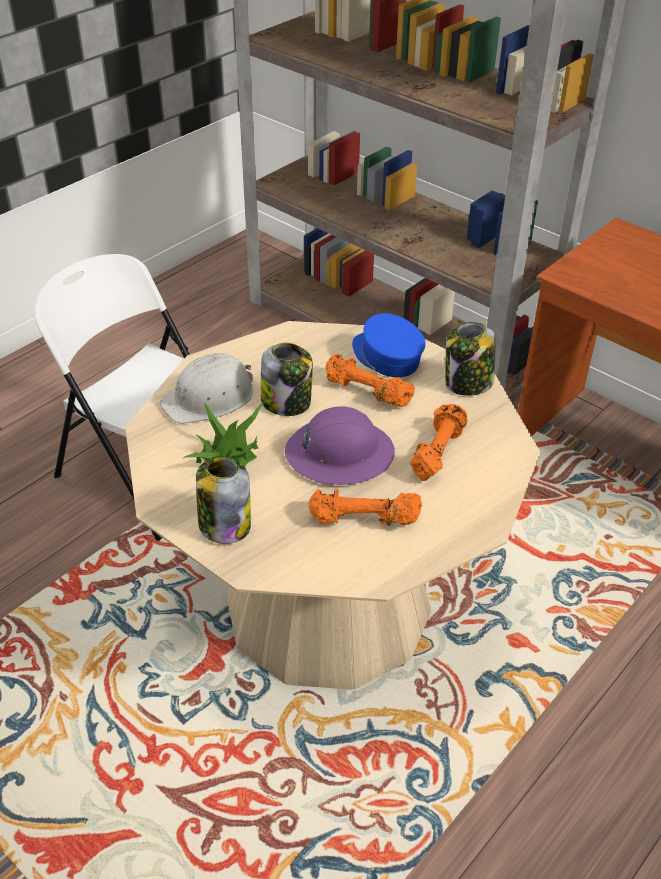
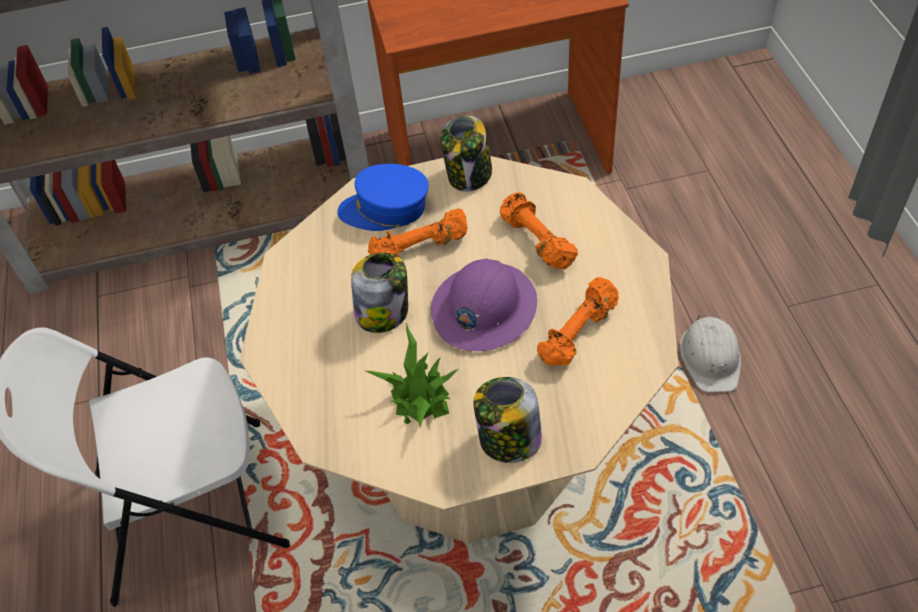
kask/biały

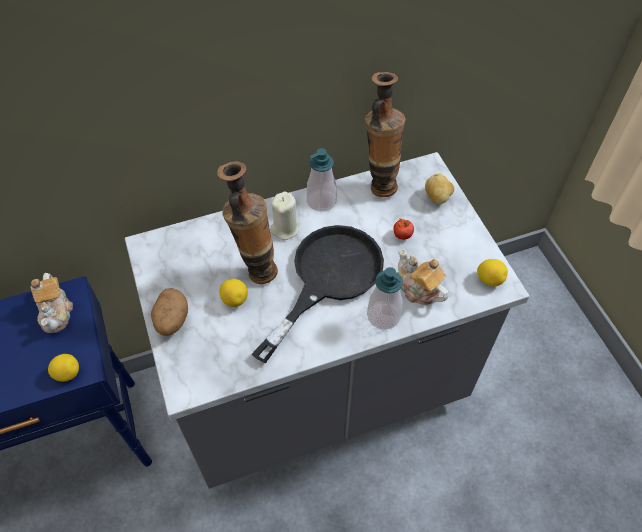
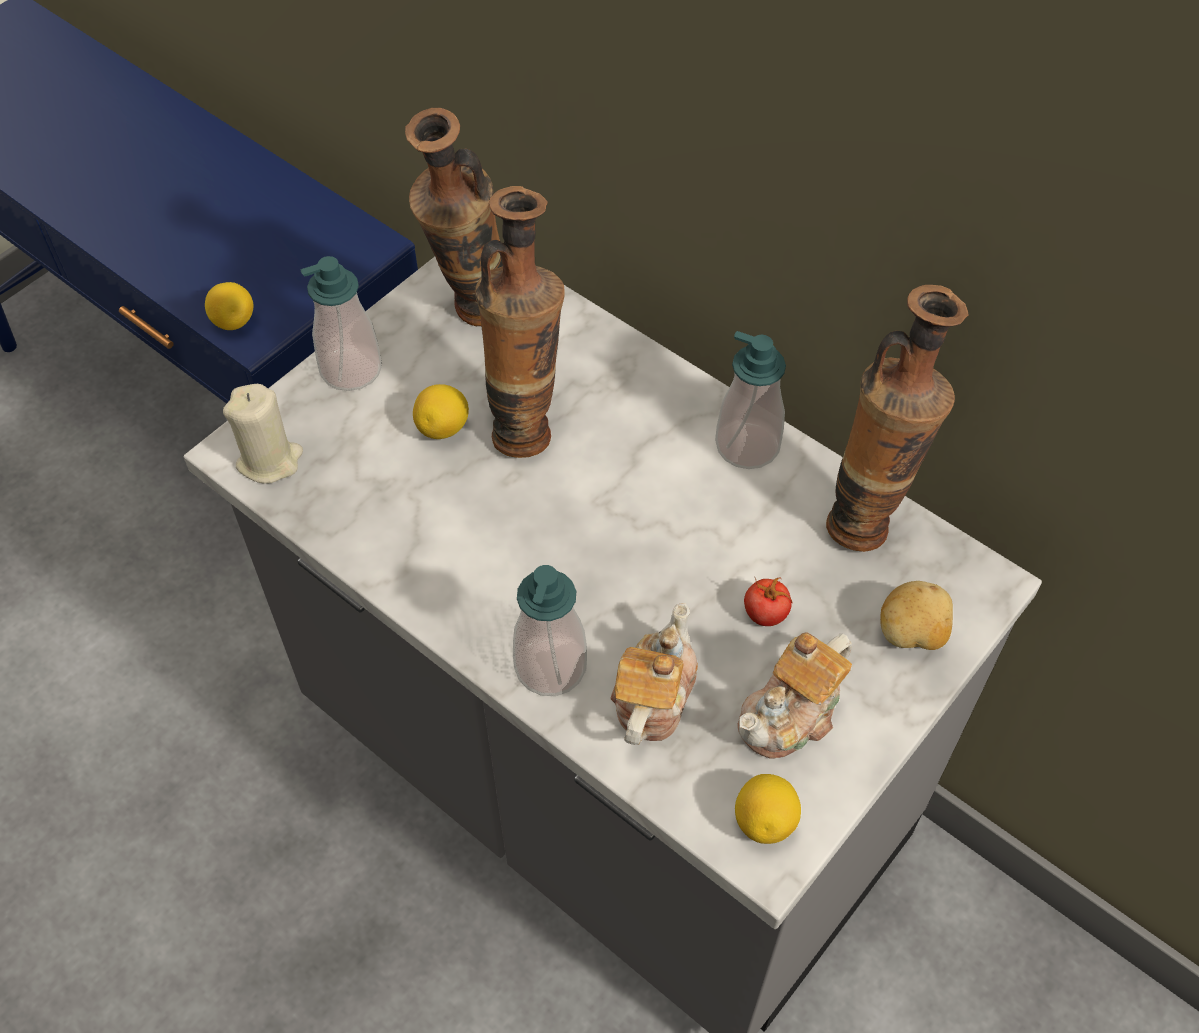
świeca/beżowy; patelnia/czarny; imbryk (2nd from left); dozownik mydła (1st from left); wazon (1st from left)

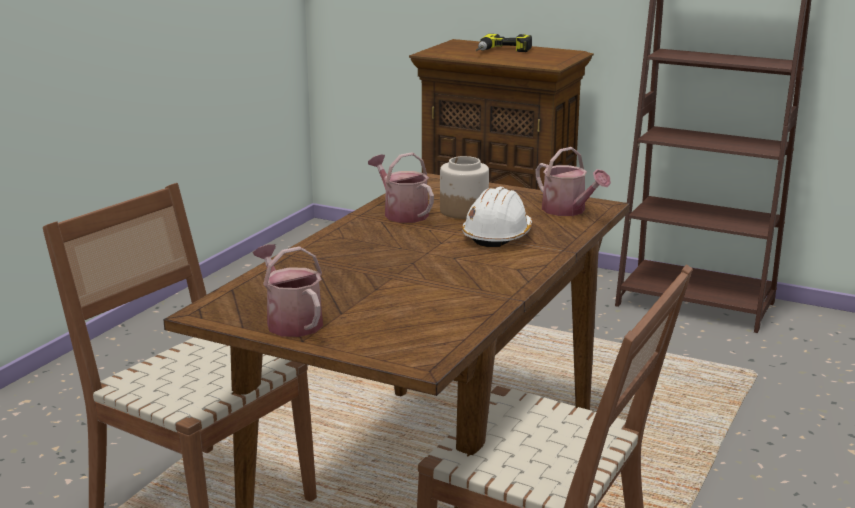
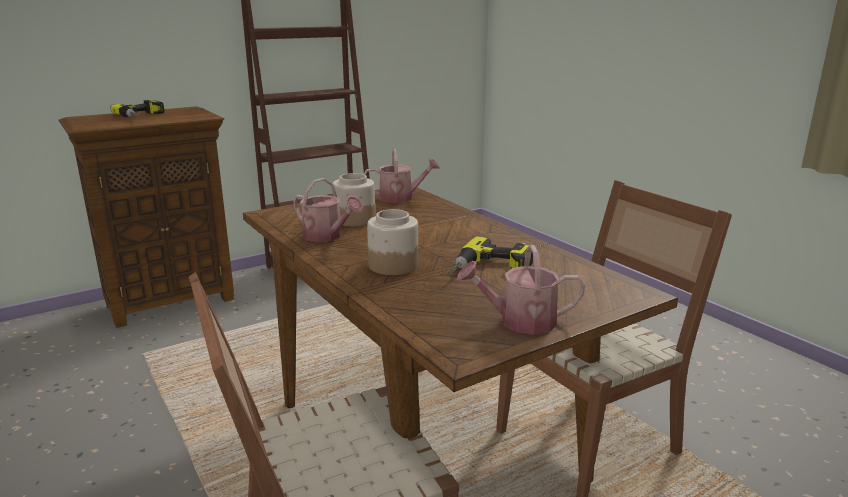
konewka (1st from left); kask/biały; słoik (2nd from left); wiertarka (2nd from left)

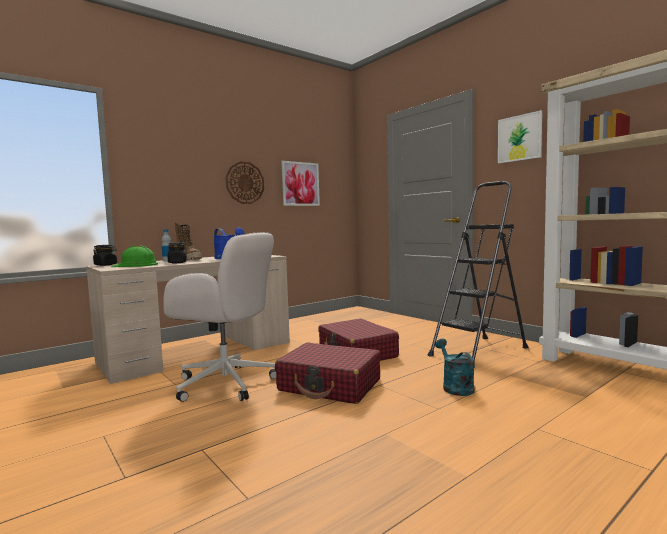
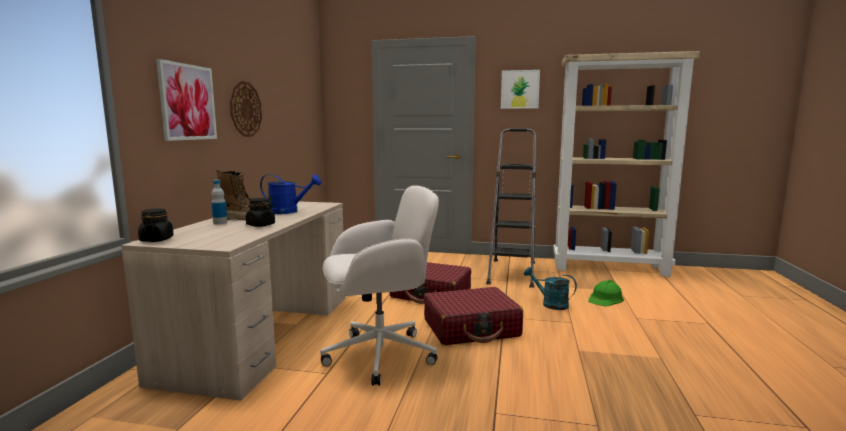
obraz (1st from left); kask/zielony

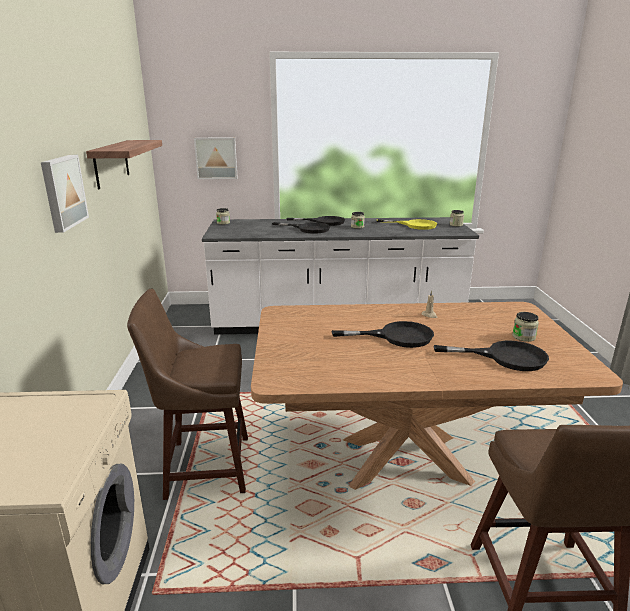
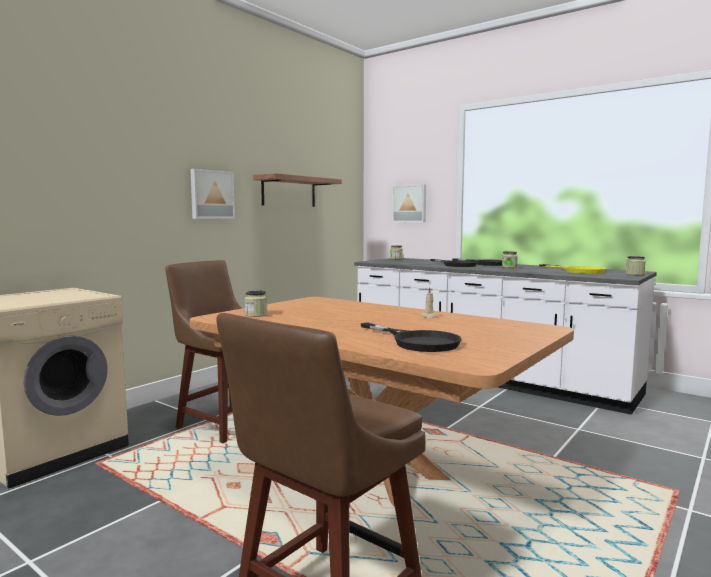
słoik (1st from left); patelnia/czarny (3rd from left in the first image)

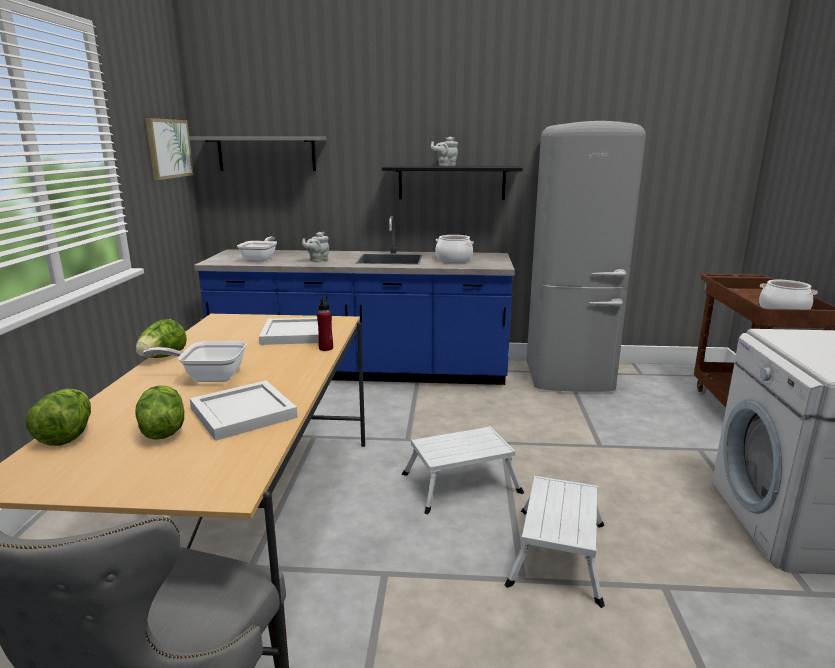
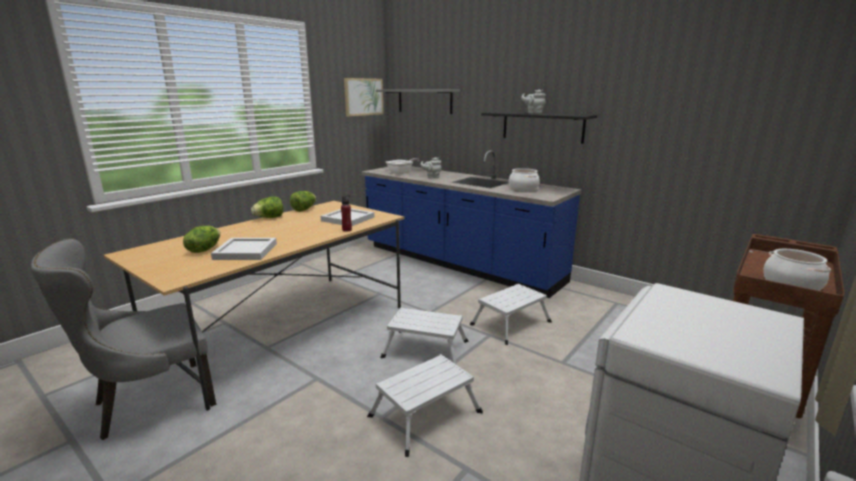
lodówka/szary; patelnia (1st from left in the first image); sałata (3rd from left); drabinka/biały (3rd from left)

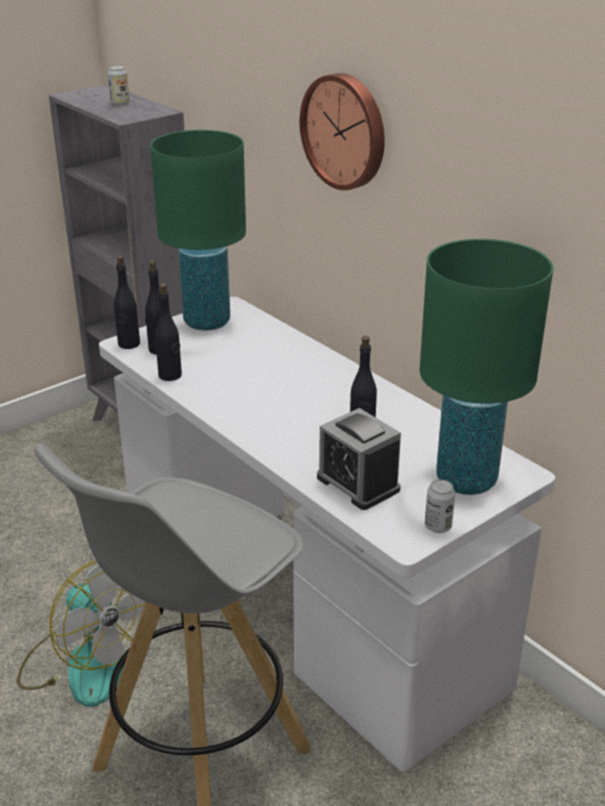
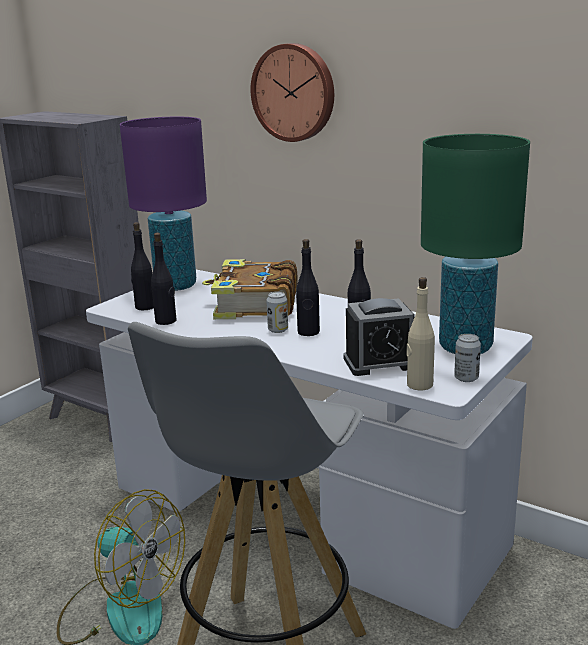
puszka (1st from left); lampa stołowa/fioletowy; butelka/czarny (3rd from left); budzik; książka; butelka/beżowy

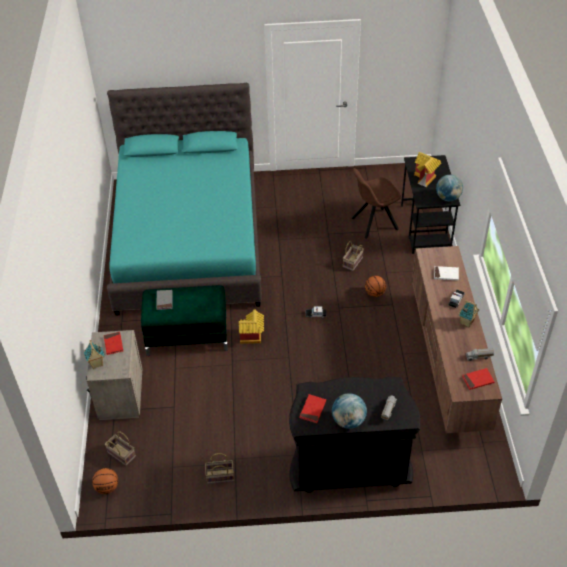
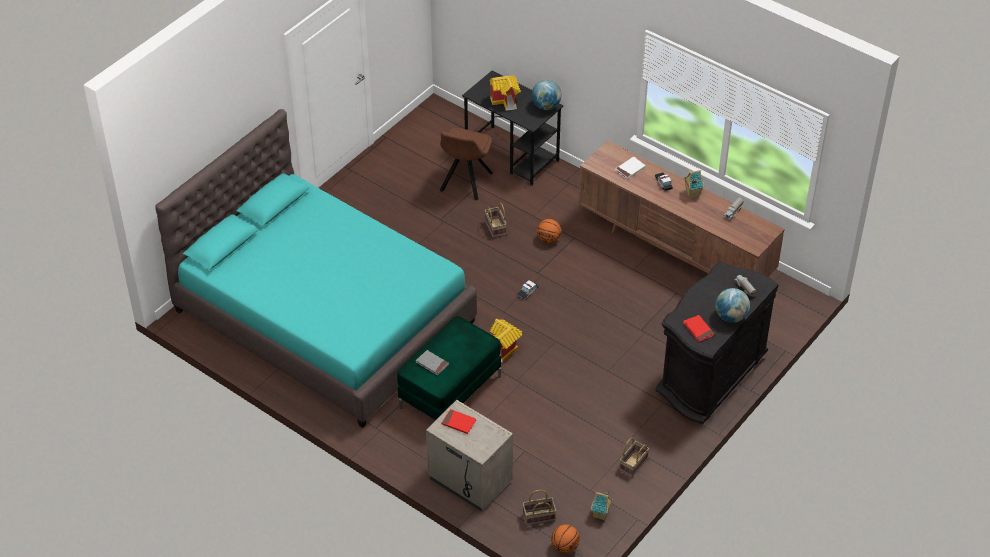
domek (3rd from left); książka/czerwony (3rd from left in the first image)

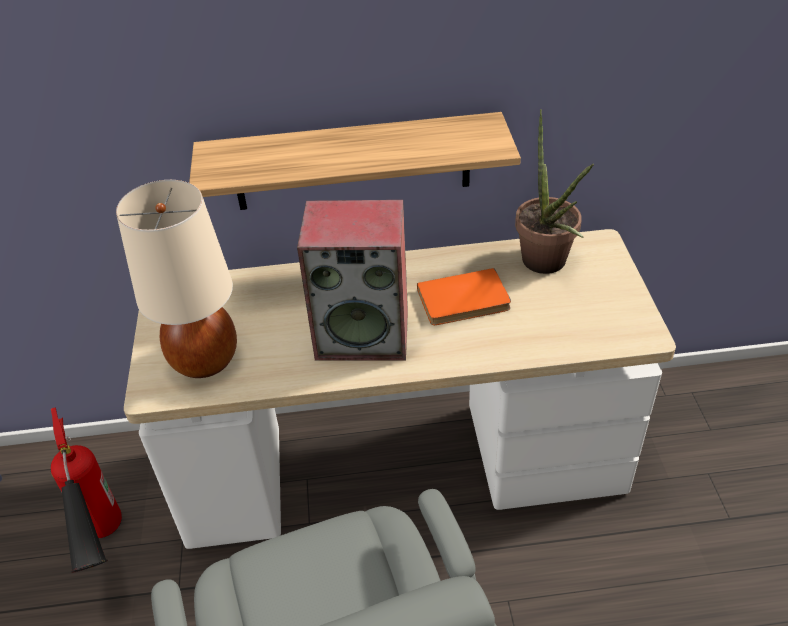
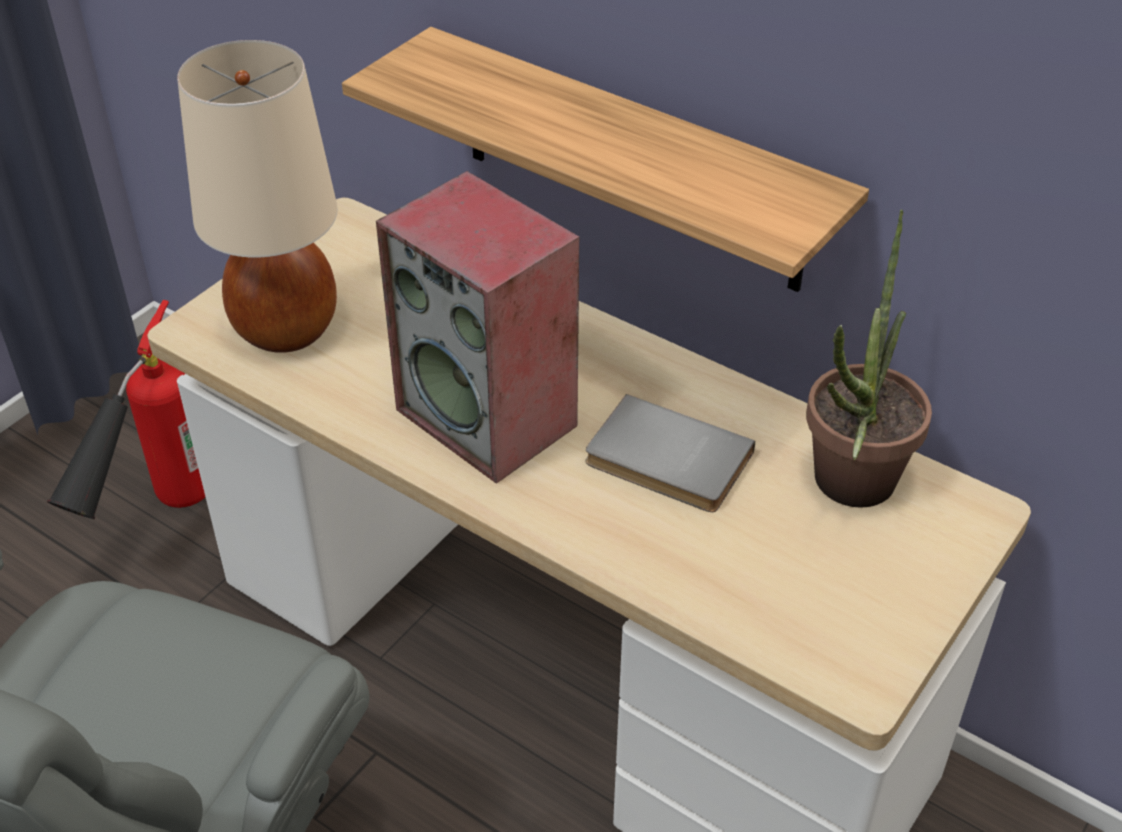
książka/szary

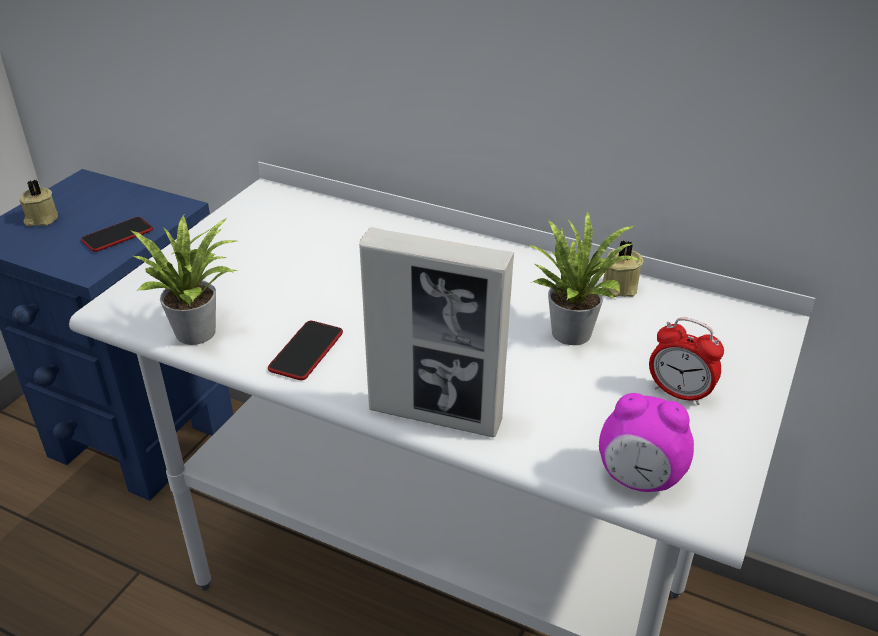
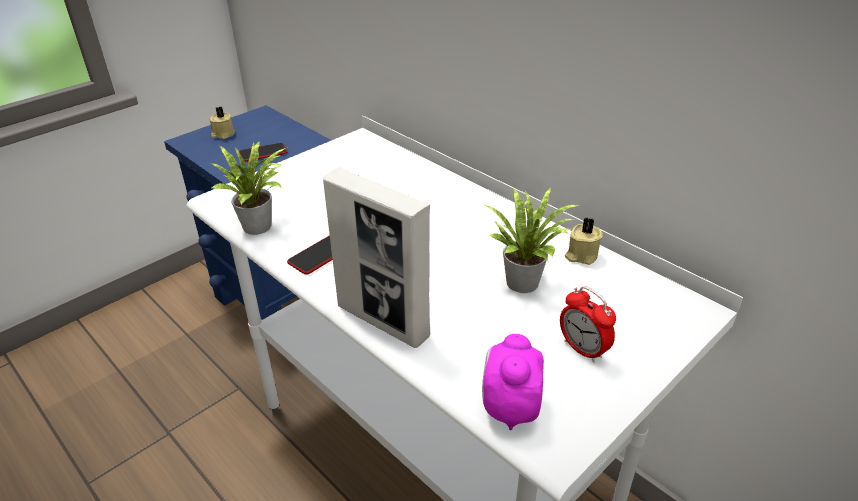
budzik (1st from left)

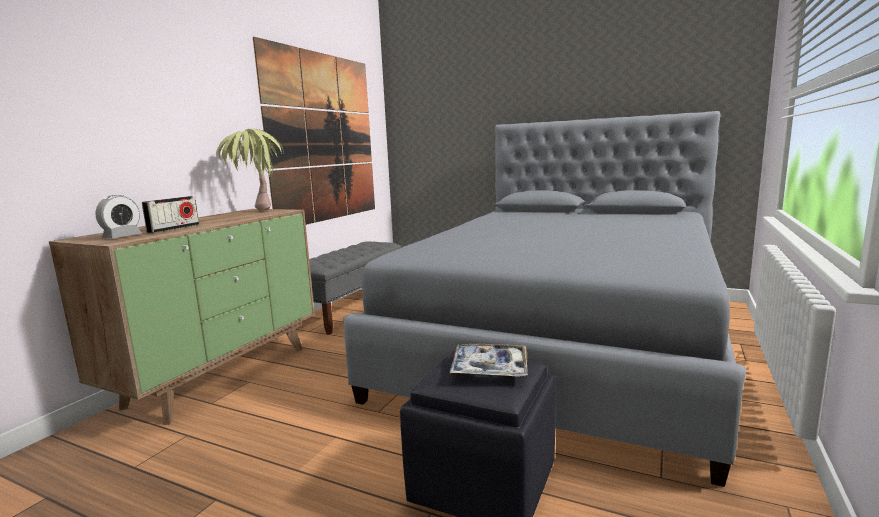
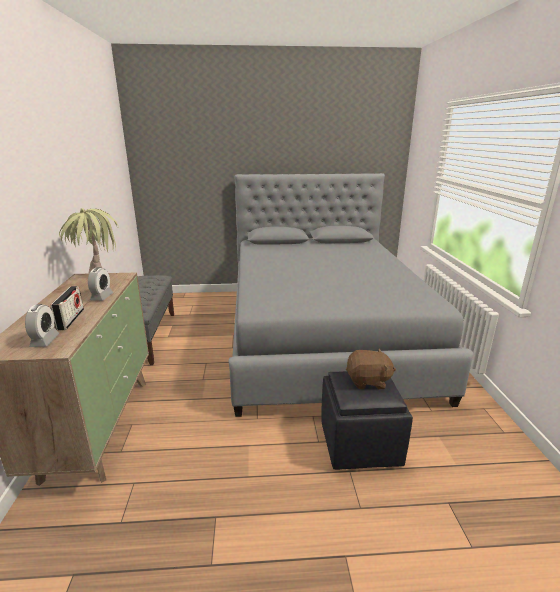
obraz; pluszak/brązowy; budzik (2nd from left)

